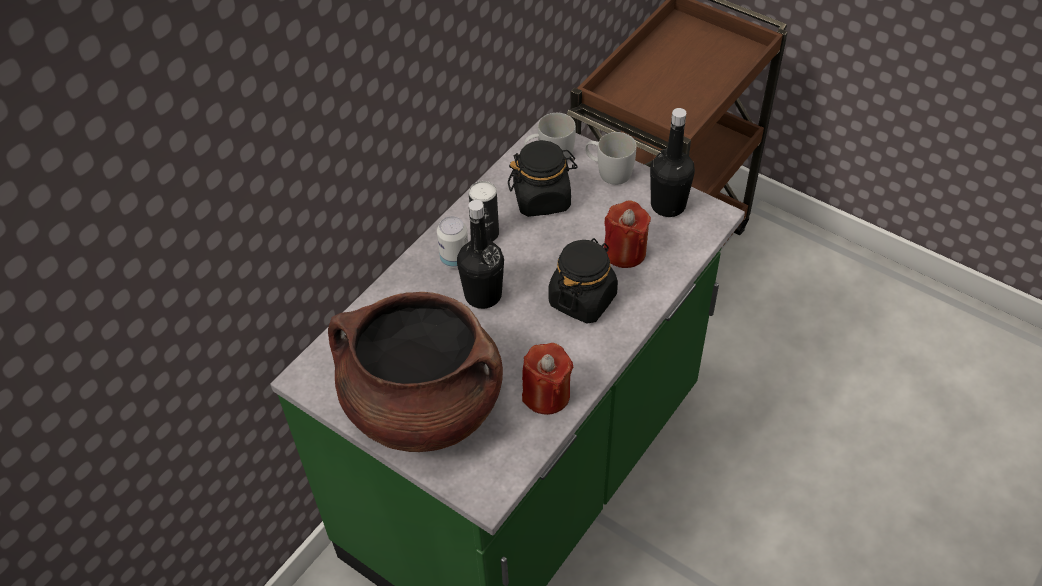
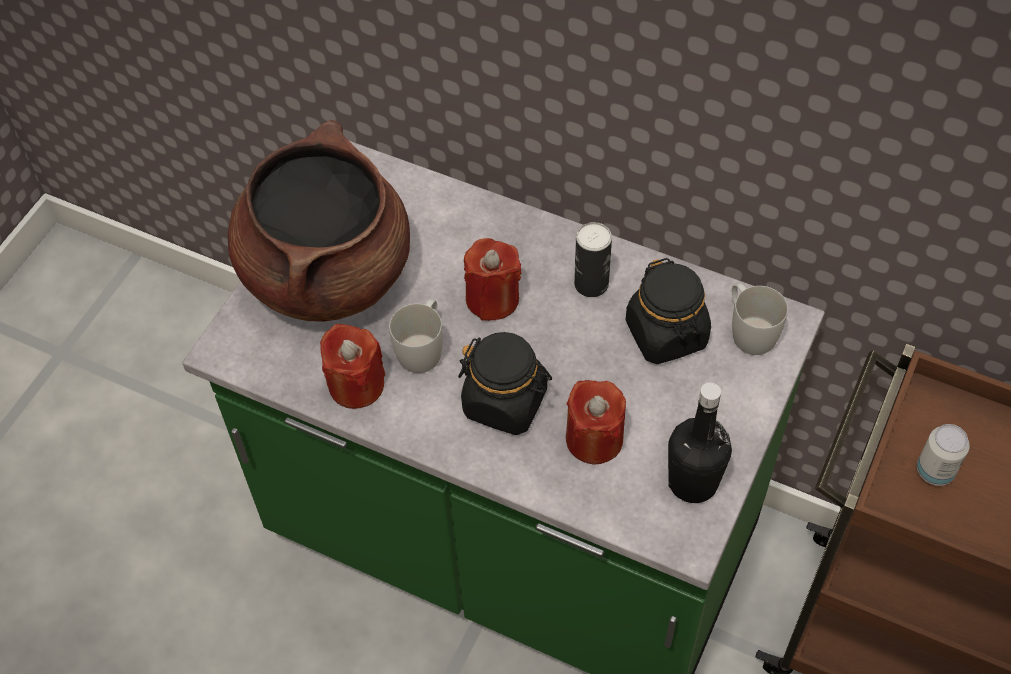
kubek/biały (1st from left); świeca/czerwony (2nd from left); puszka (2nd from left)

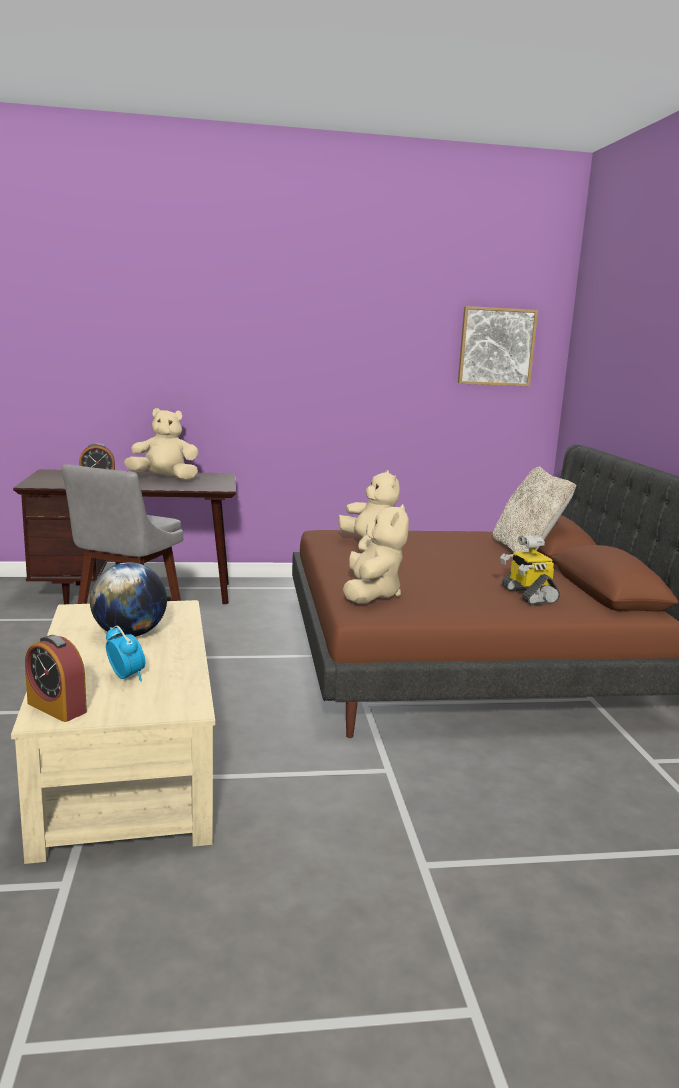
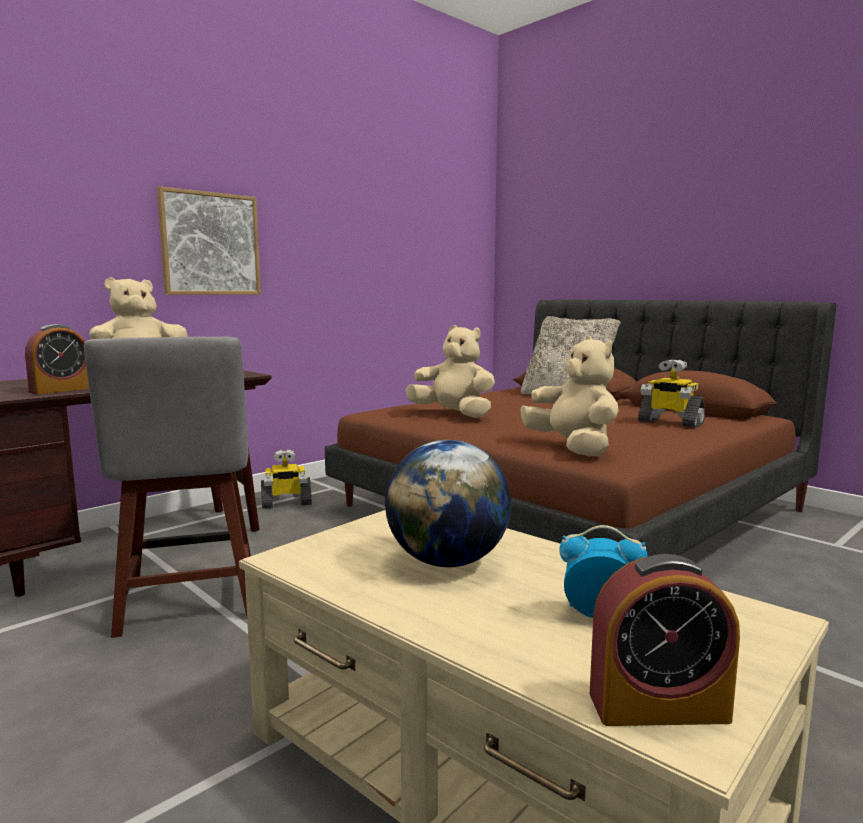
obraz; robot zabawkowy (1st from left)

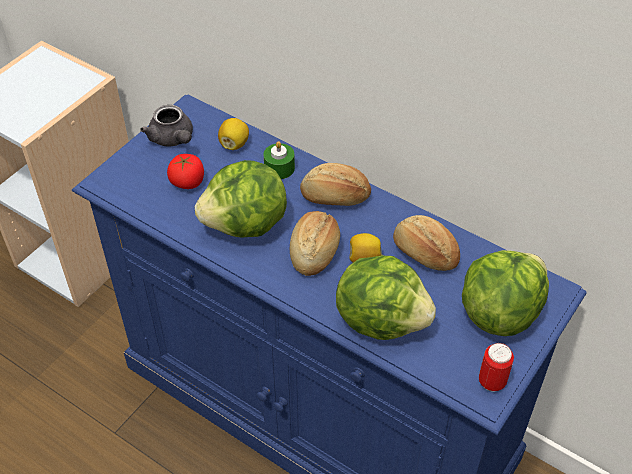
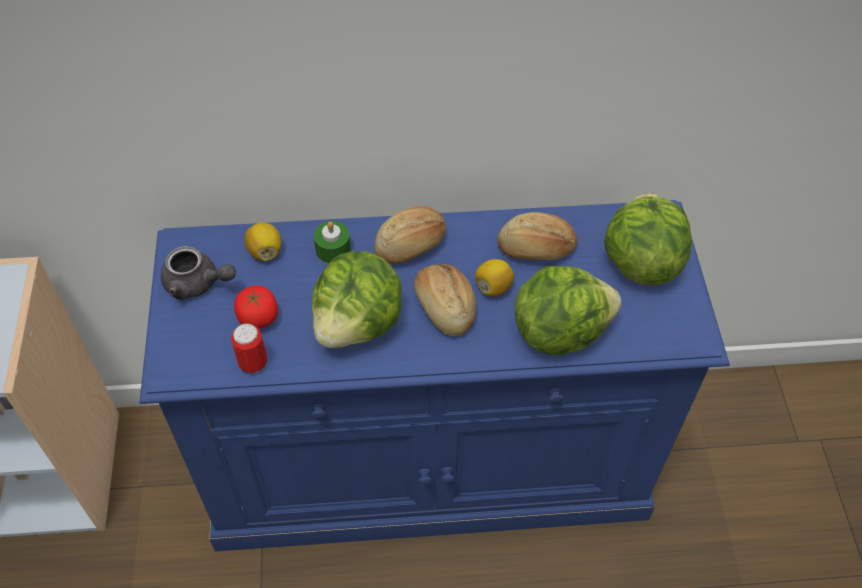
puszka

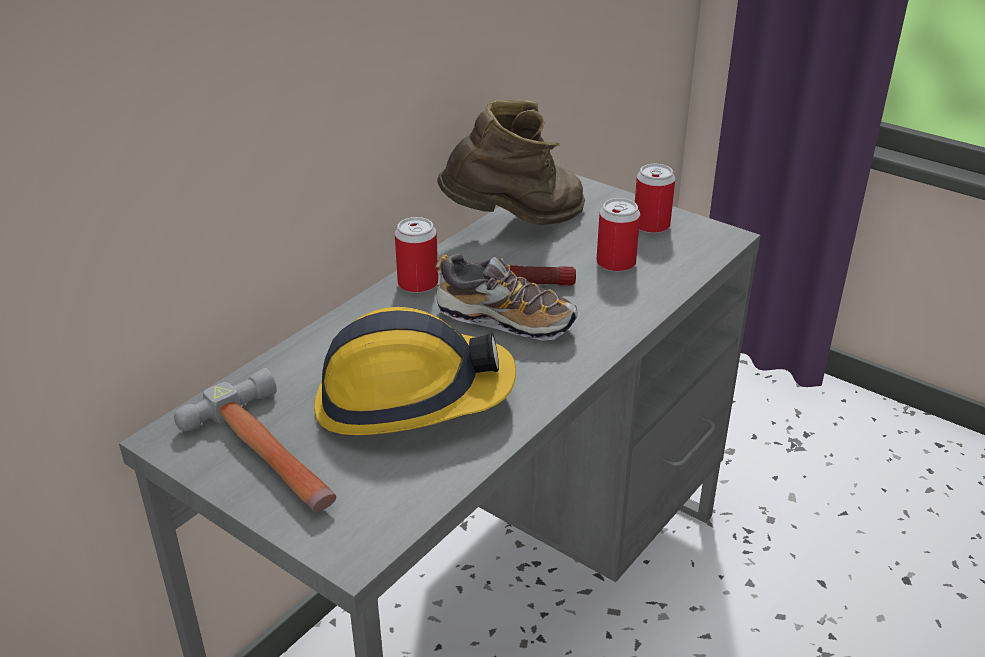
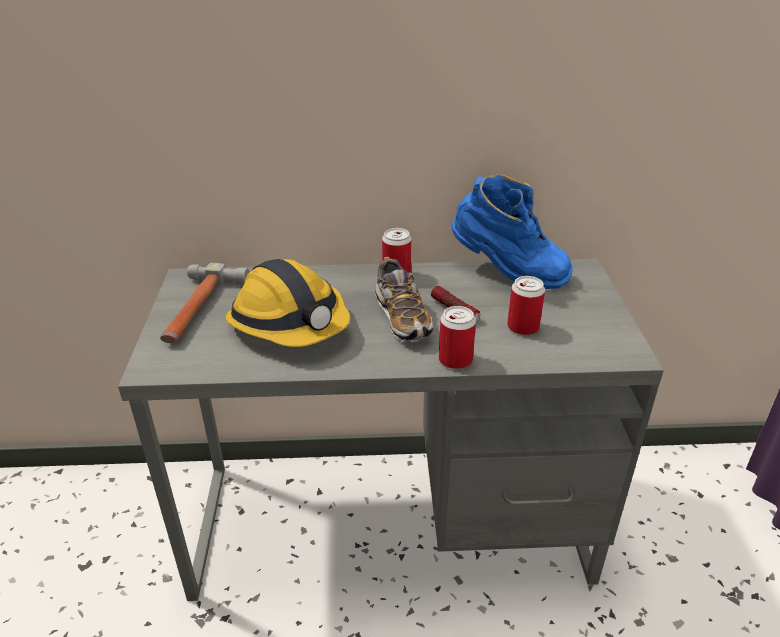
but z cholewką/niebieski; puszka (2nd from left)

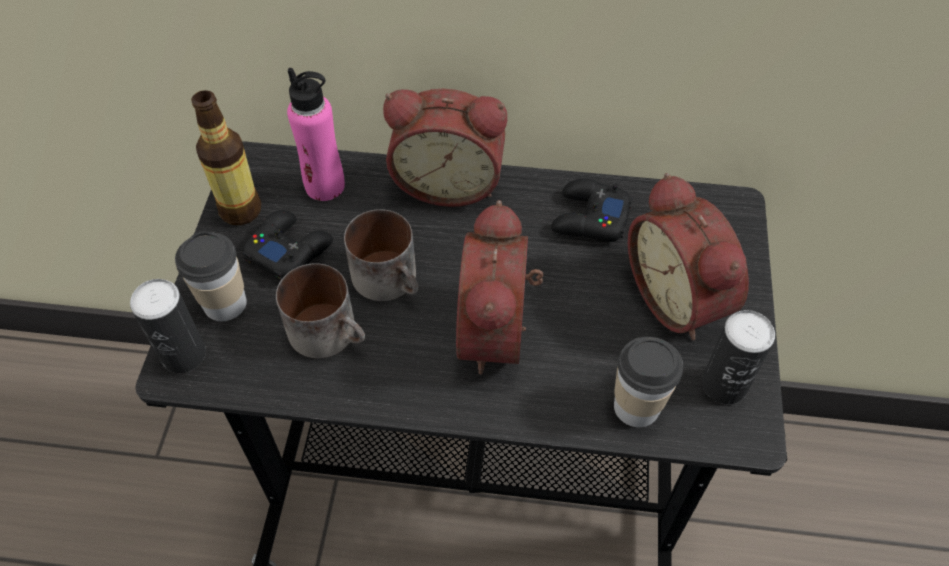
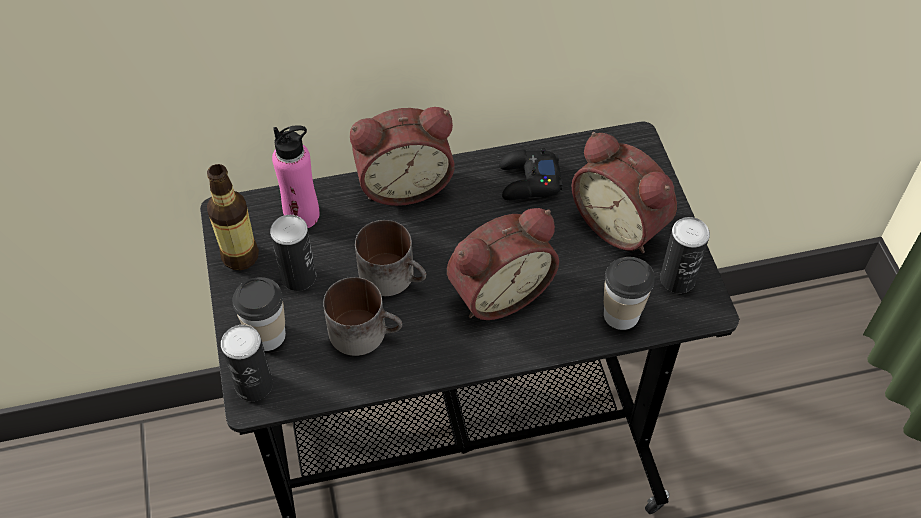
budzik (2nd from left); puszka (2nd from left)

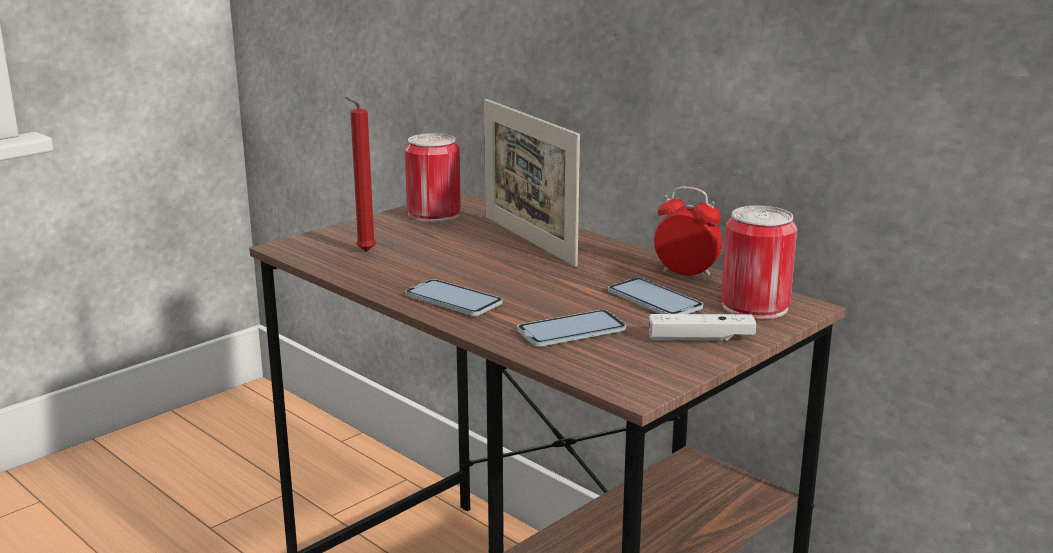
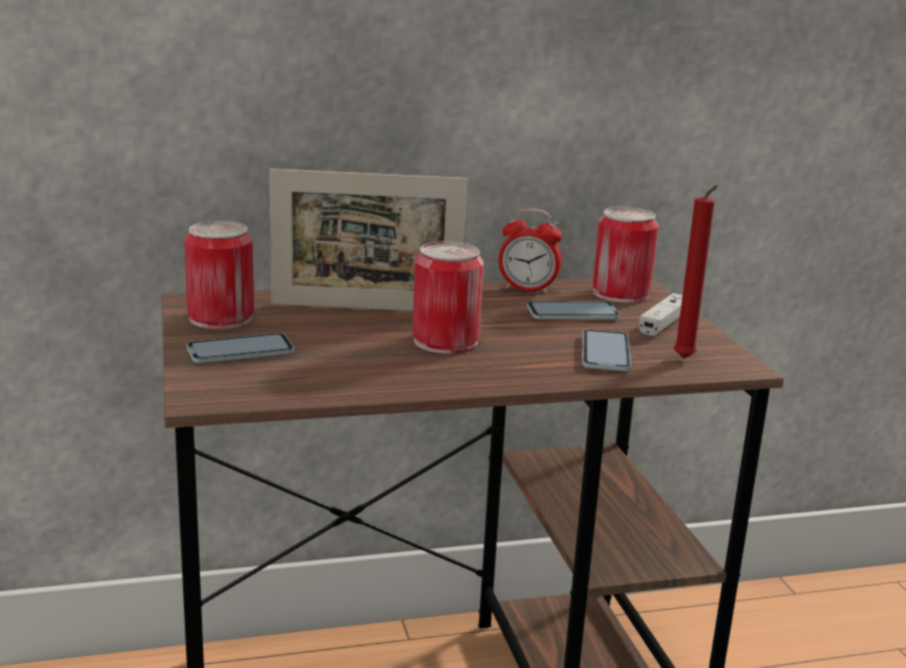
świeca/czerwony; budzik; telefon (1st from left); puszka (2nd from left)

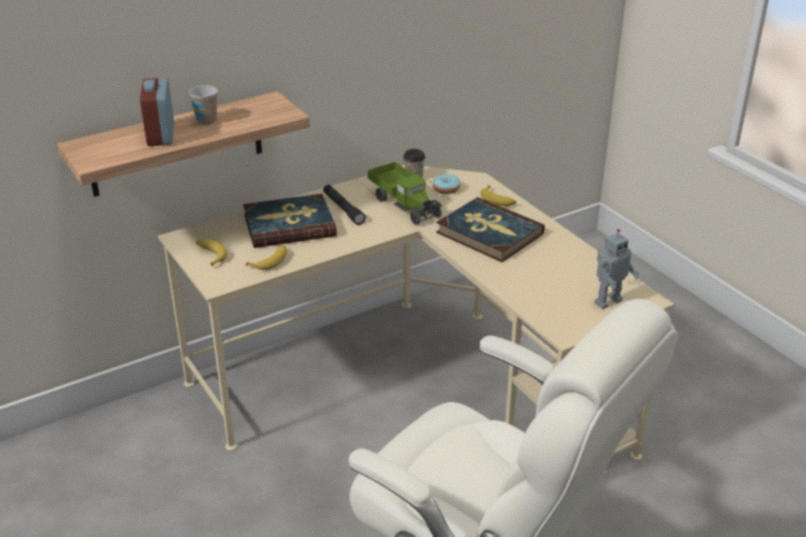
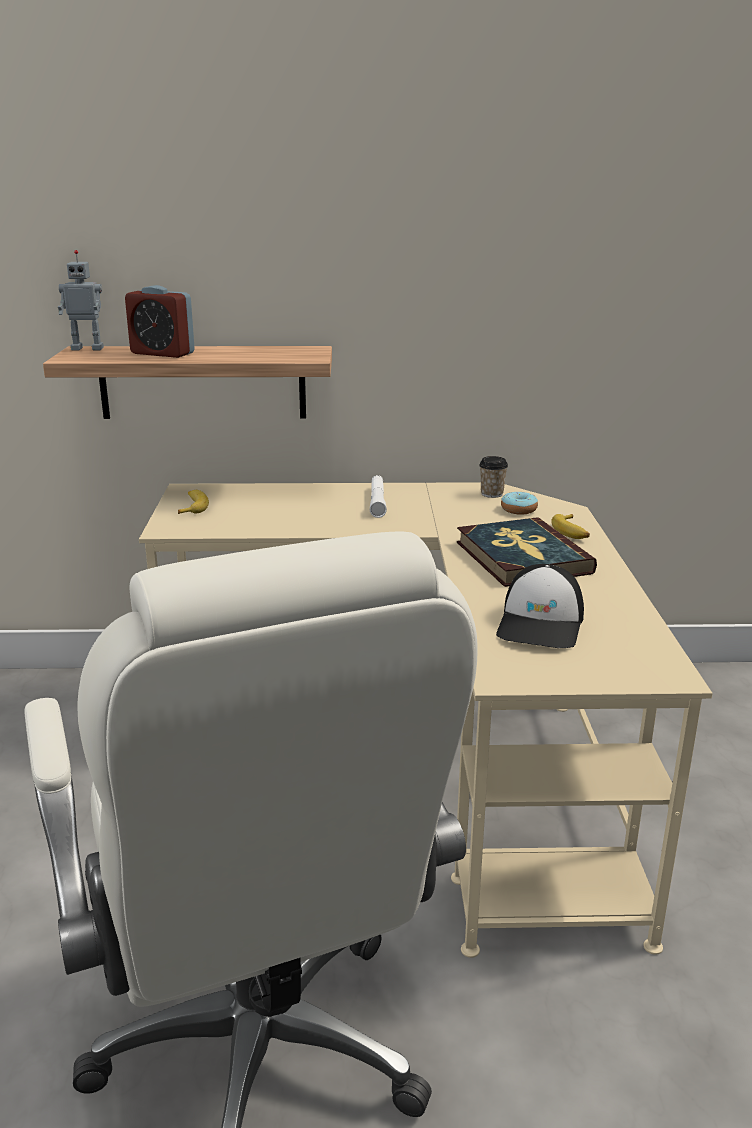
budzik; filiżanka (1st from left in the first image); ciężarówka zabawkowa; latarka/biały; książka (1st from left in the first image); robot zabawkowy; banan (2nd from left in the first image); czapka z daszkiem

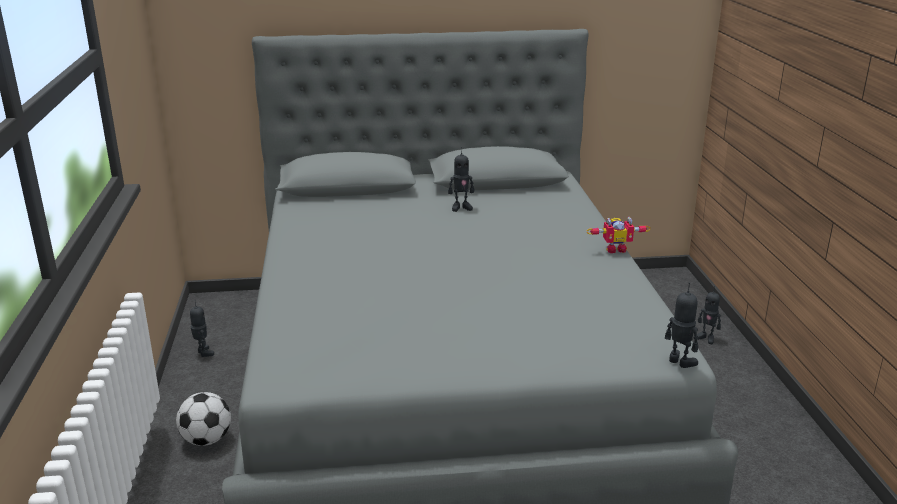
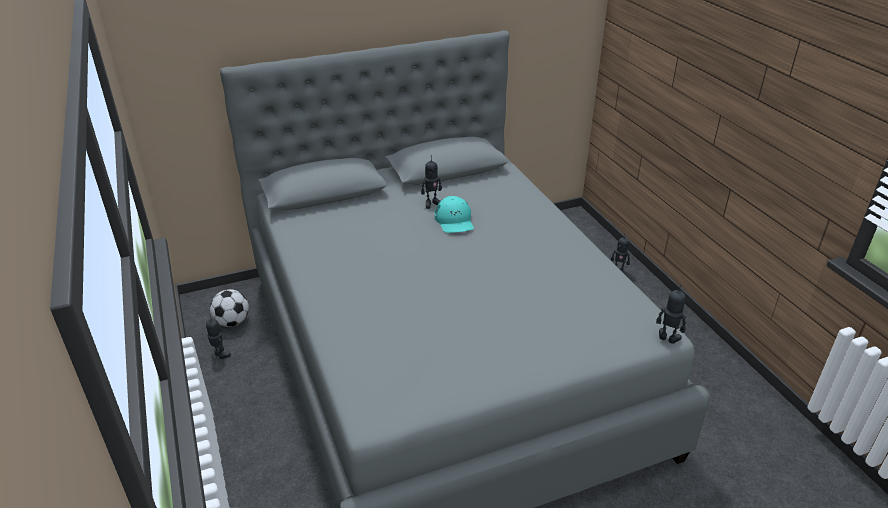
robot zabawkowy (3rd from left in the first image); piłka futbolowa; czapka z daszkiem/turkusowy

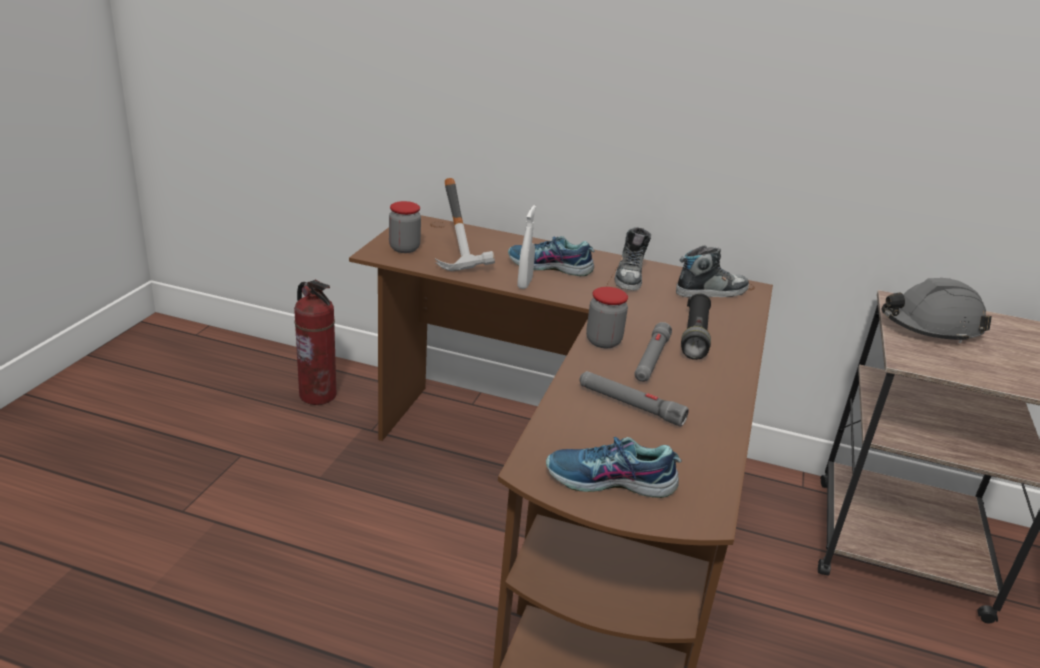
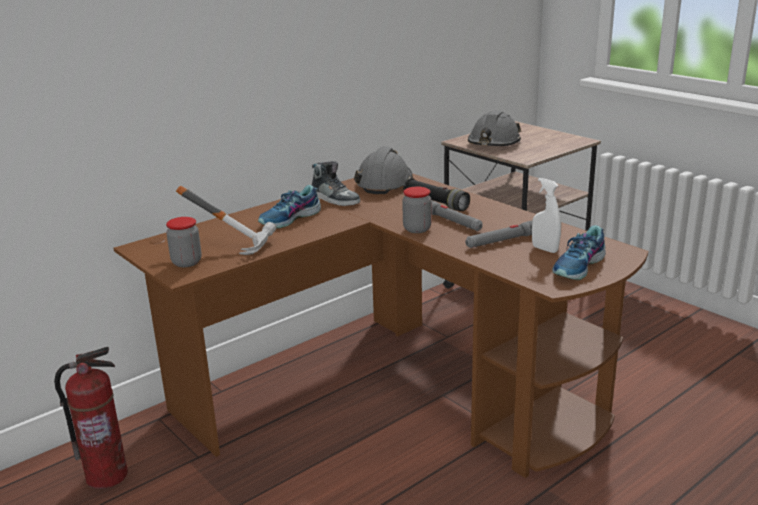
spryskiwacz/biały; kask/szary (1st from left)

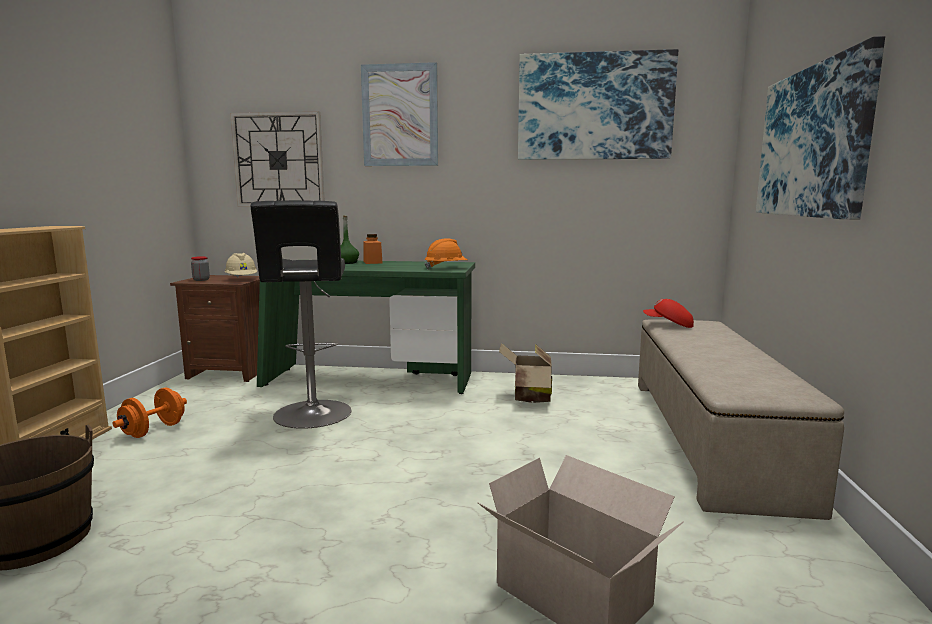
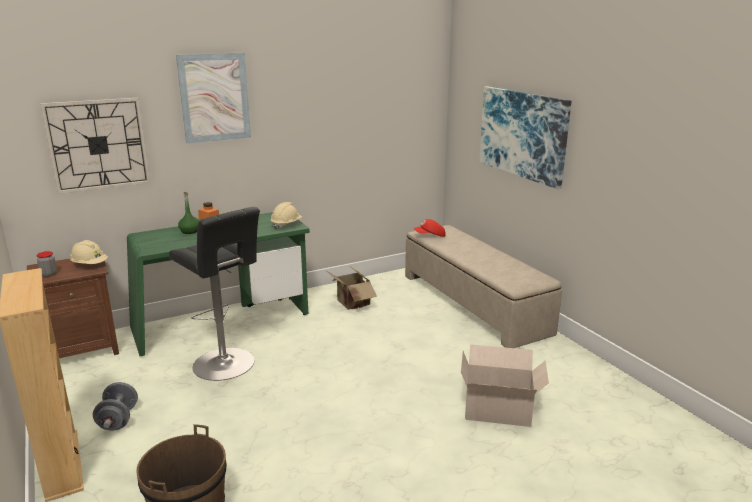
obraz (2nd from left in the first image); kask/beżowy (2nd from left); hantel/szary

